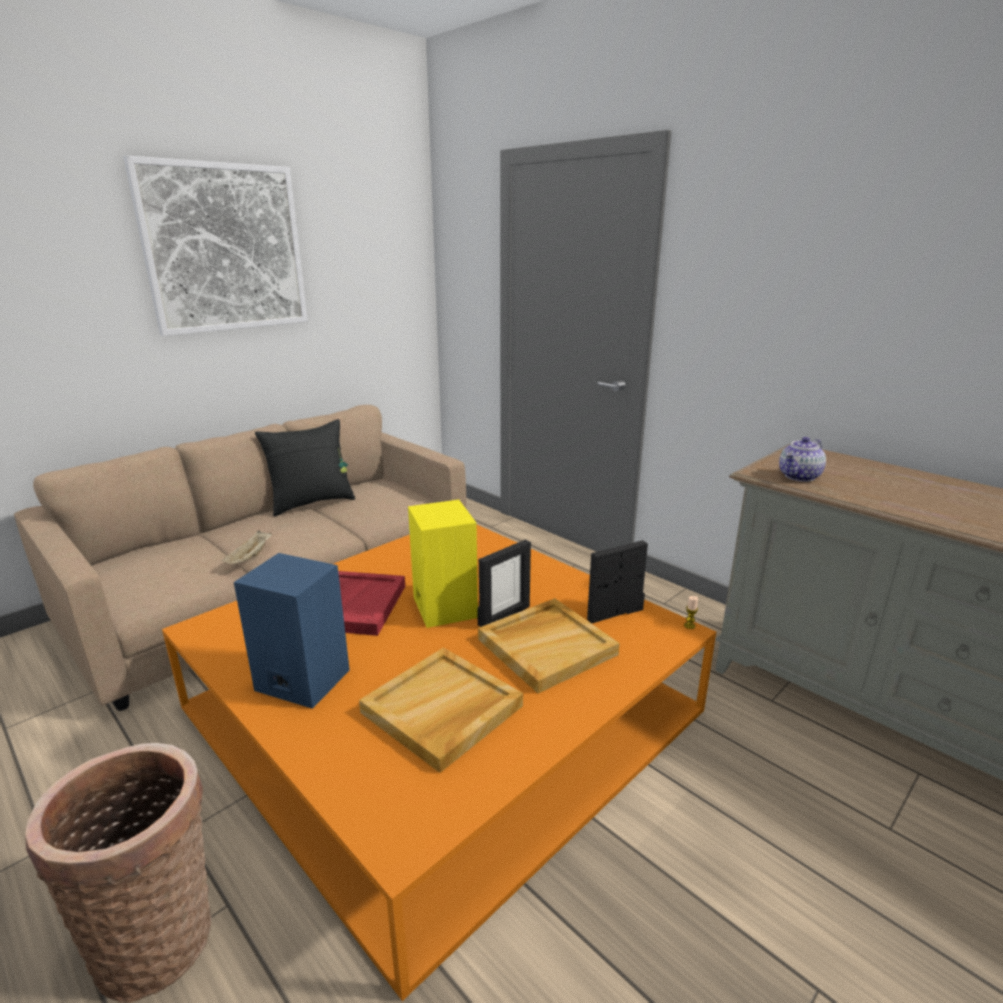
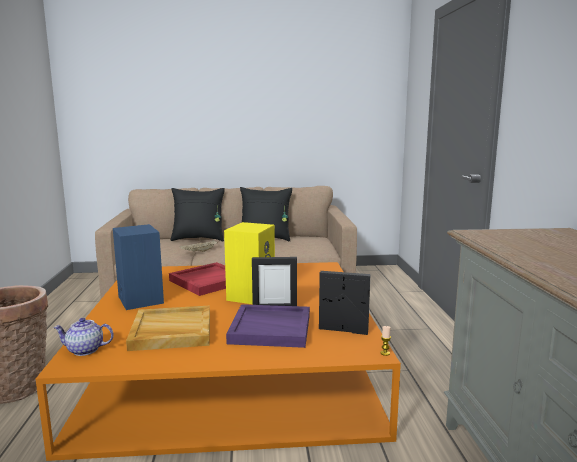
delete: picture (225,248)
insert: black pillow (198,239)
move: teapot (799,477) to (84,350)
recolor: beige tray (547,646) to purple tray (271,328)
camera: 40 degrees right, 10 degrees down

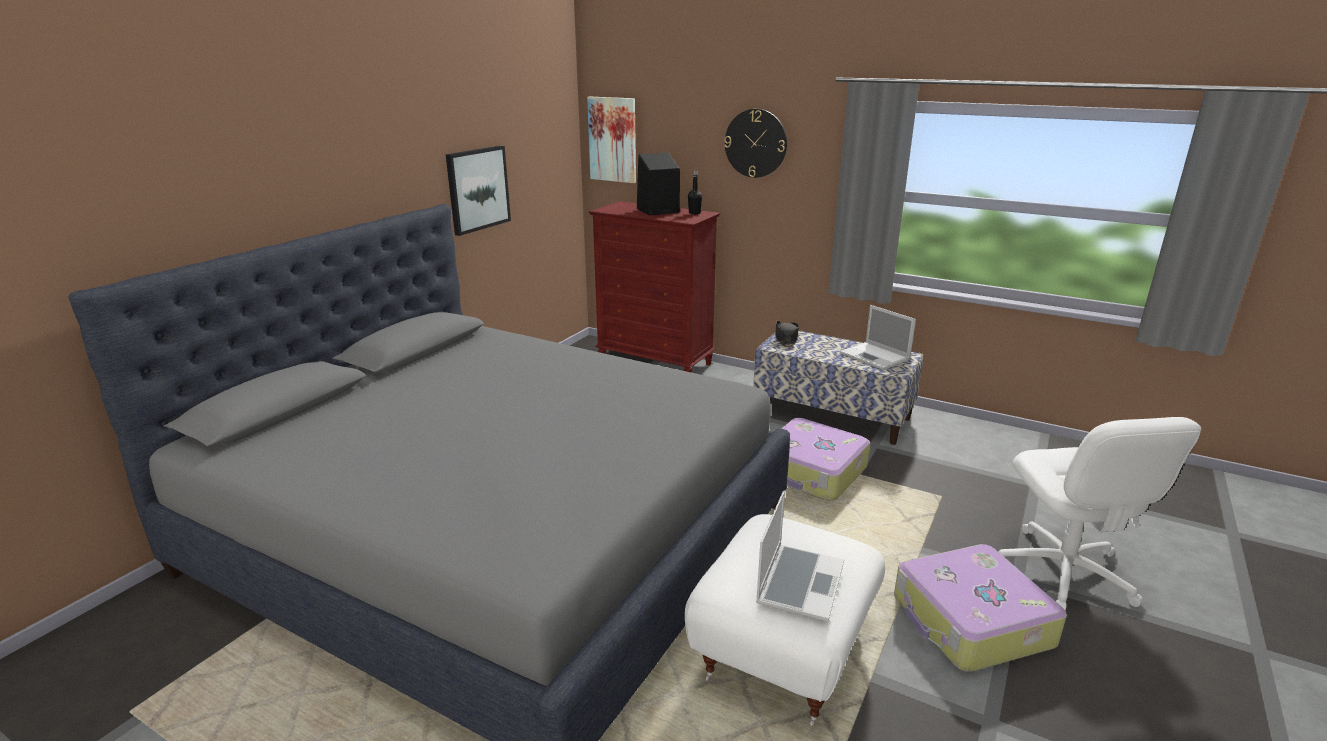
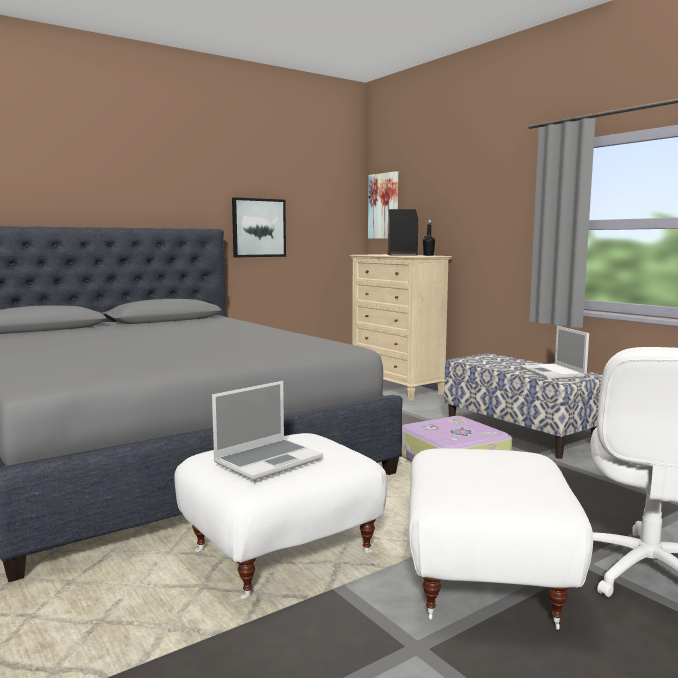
delete: wall clock (755,143); black hat (786,339)
replace: suitcase (970,622) to white ottoman (488,578)
recolor: red dresser (656,362) to beige dresser (397,388)
camera: 25 degrees right, 15 degrees down

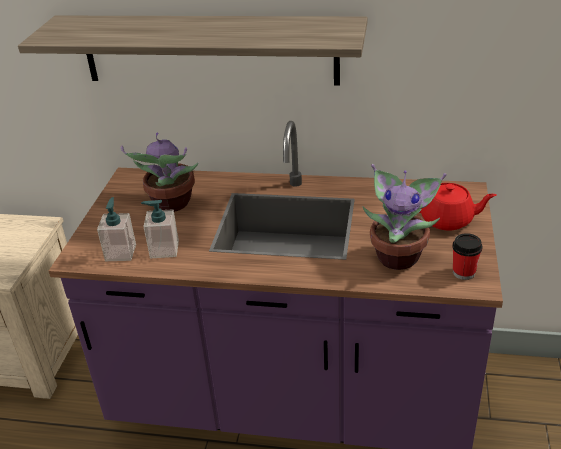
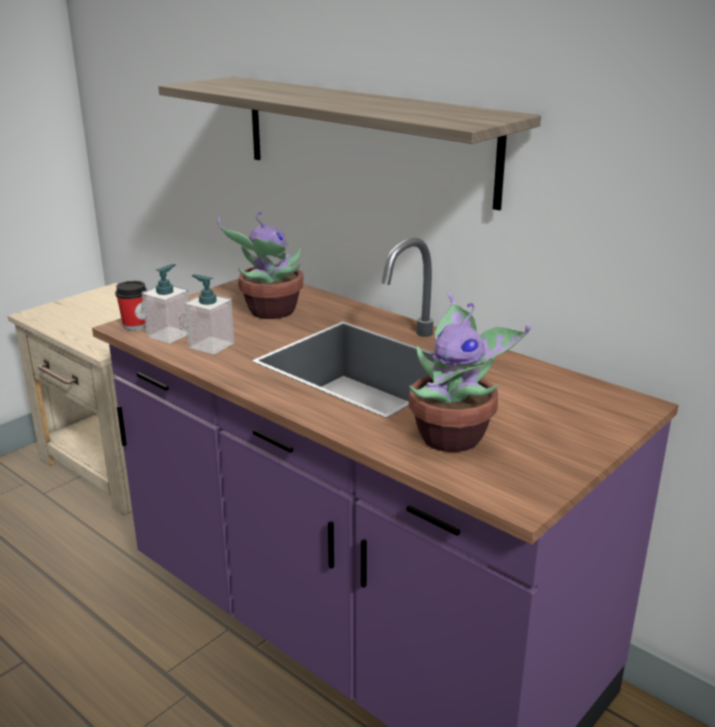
delete: red teapot (448,220)
move: cup (463,272) to (135,326)
camera: 30 degrees right, 10 degrees down

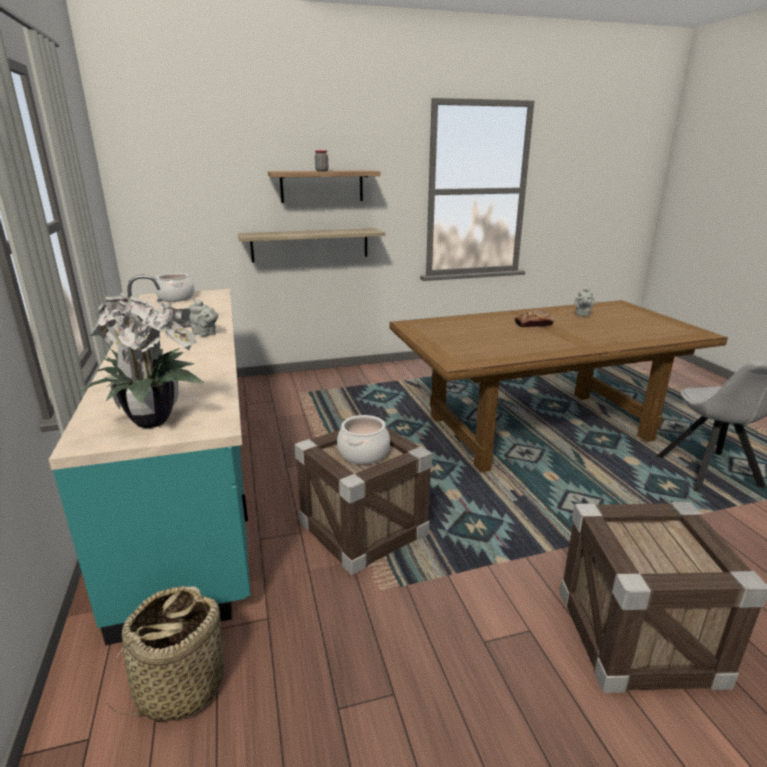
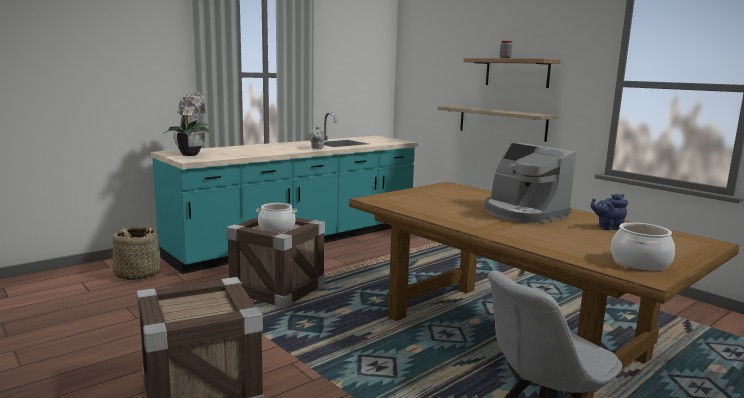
move: cooking pot (176,298) to (640,263)
replace: bread (533,324) to coffee machine (523,213)
recolor: grey teapot (582,314) to blue teapot (607,228)
camera: 65 degrees right, 10 degrees down

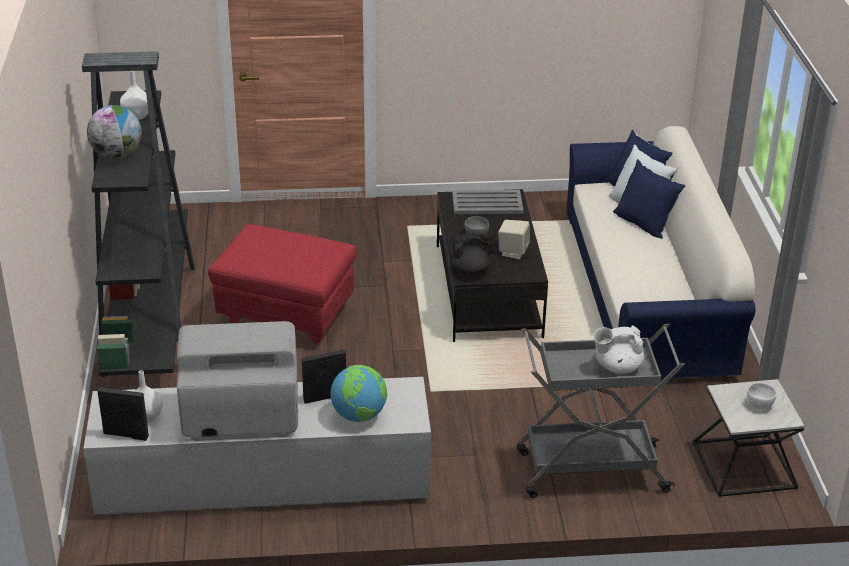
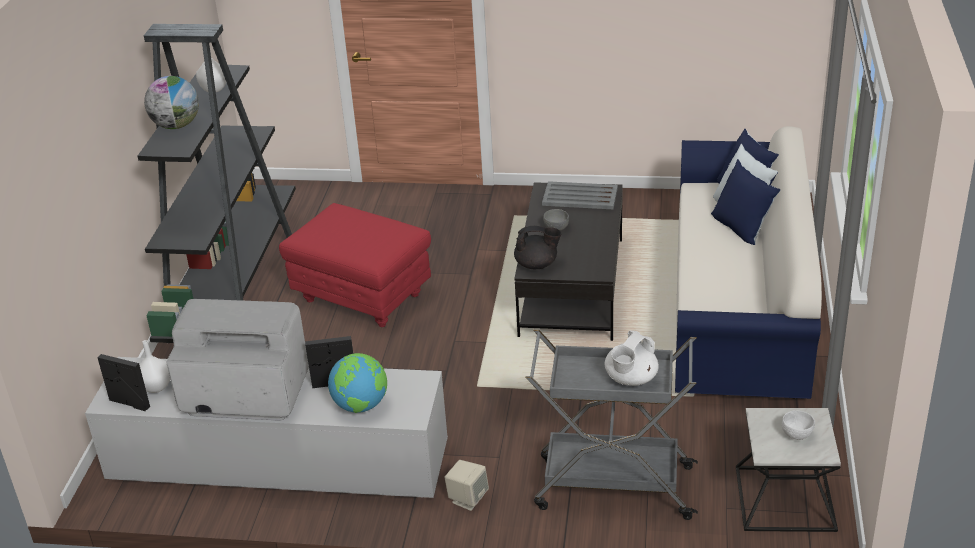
move: beige speaker (513,252) to (467,498)
rotate: white teapot (616,367) = (630,379) 60 degrees counterclockwise
camera: 15 degrees right, 0 degrees up

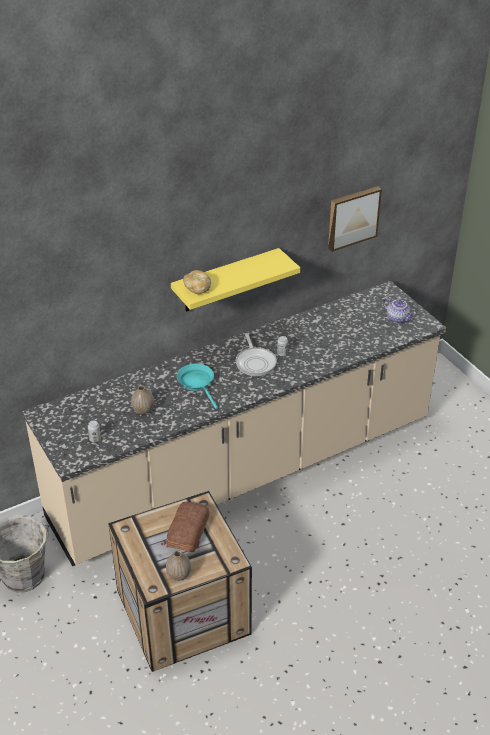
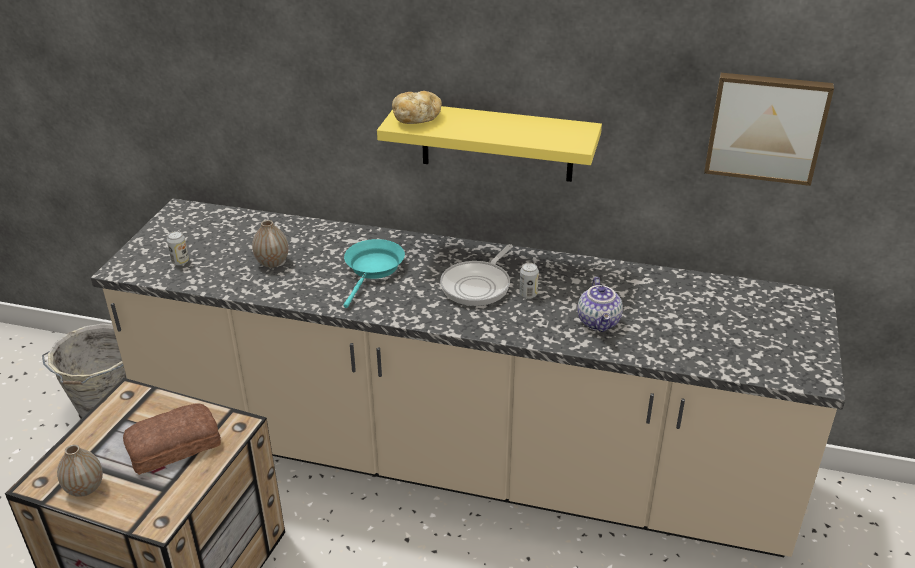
move: teapot (398,318) to (599,322)
camera: 45 degrees right, 5 degrees down

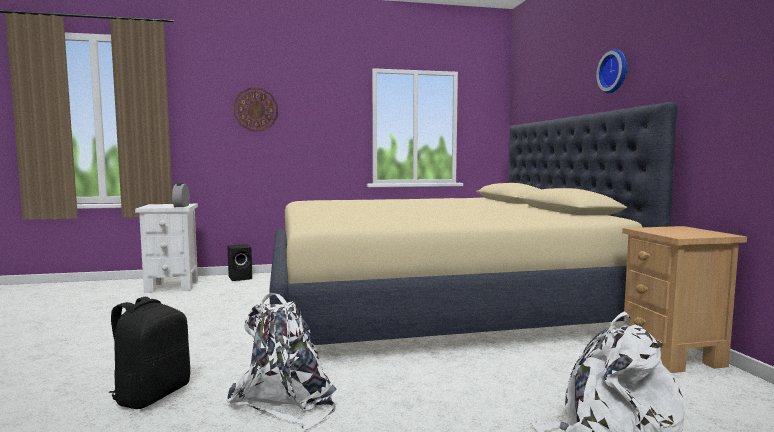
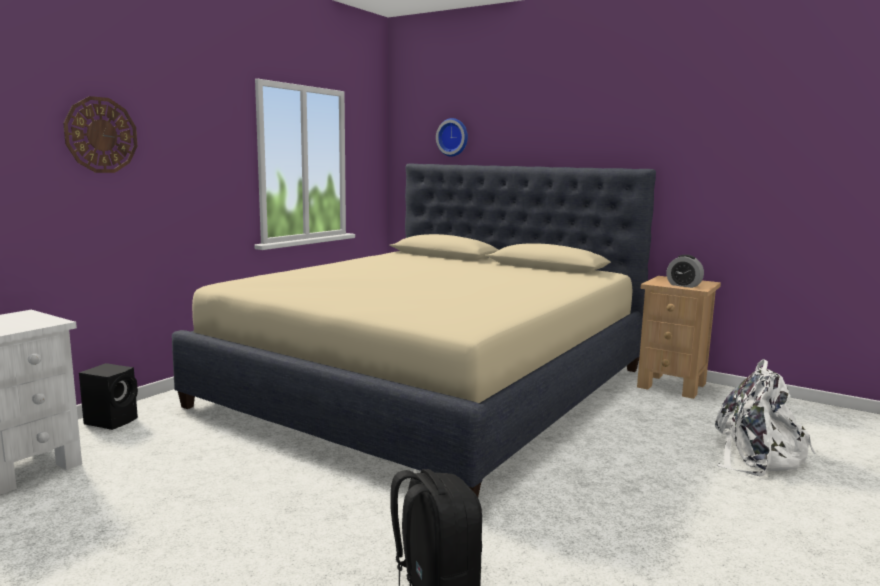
delete: white backpack (287,400)
move: alarm clock (181,206) to (683,285); wall clock (615,71) to (453,137)
camera: 45 degrees left, 5 degrees up

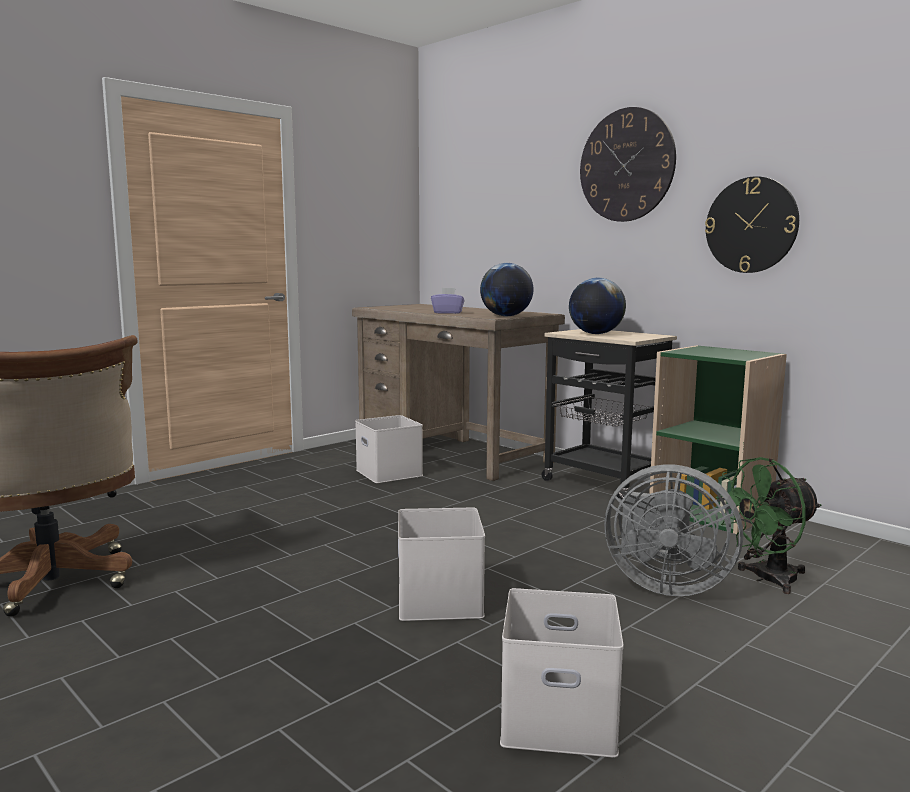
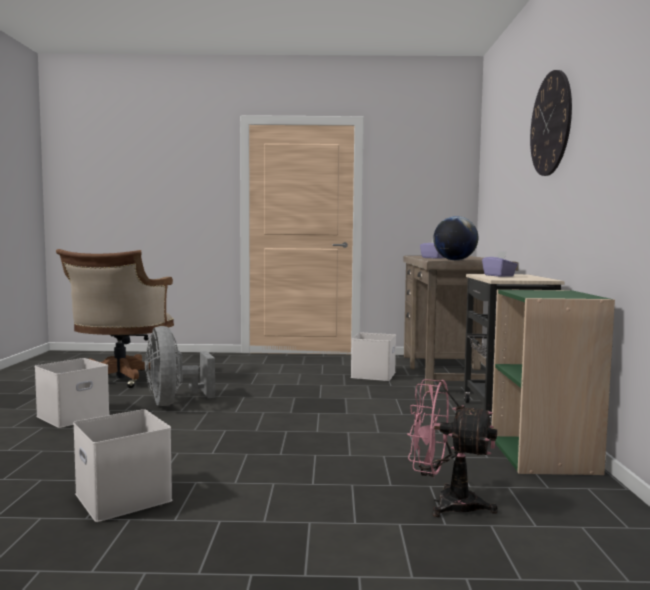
delete: wall clock (751,225)
move: white storage box (437,599) to (73,415); grey fan (664,585) to (173,402)
replace: globe (596,334) to purple tissue box (499,276)
recolor: green fan (766,579) to pink fan (446,503)
camera: 45 degrees right, 5 degrees down

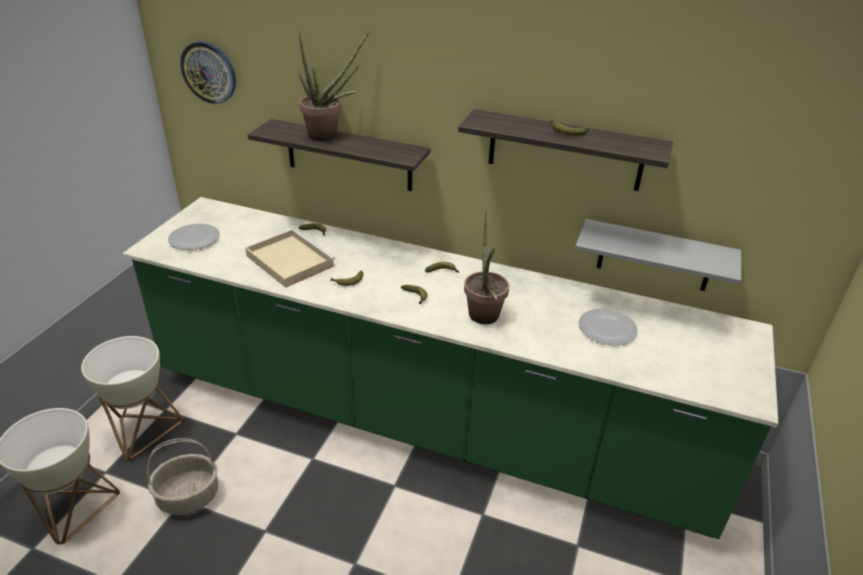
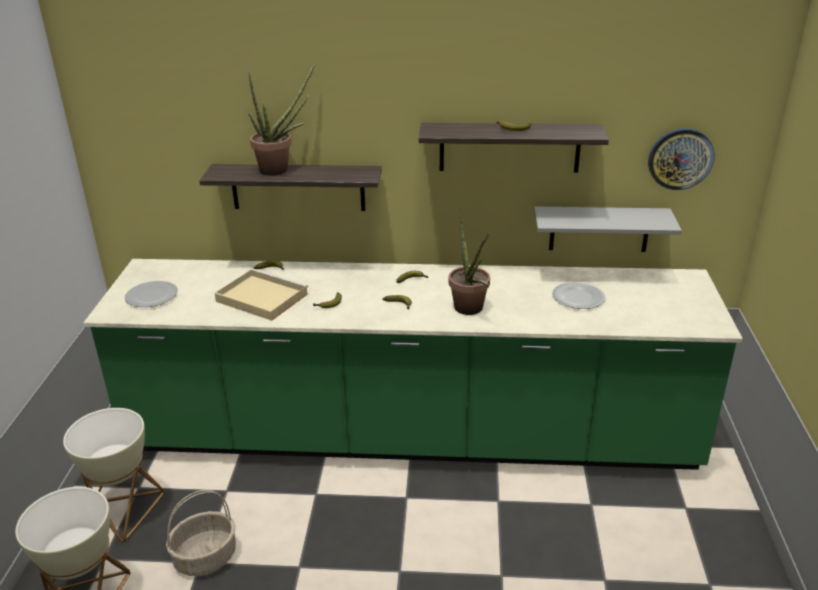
move: wall clock (209,72) to (680,158)
camera: 15 degrees left, 5 degrees down

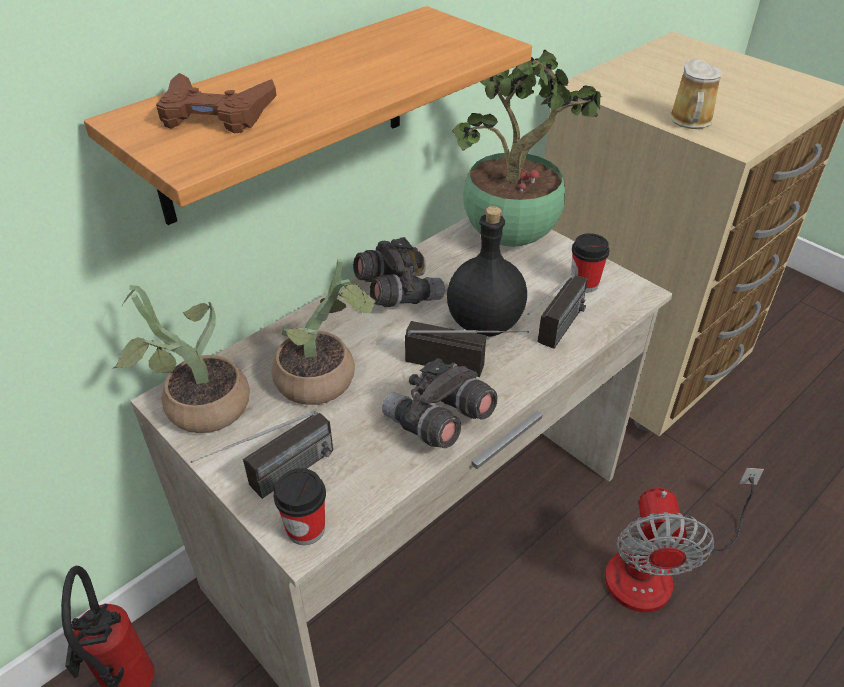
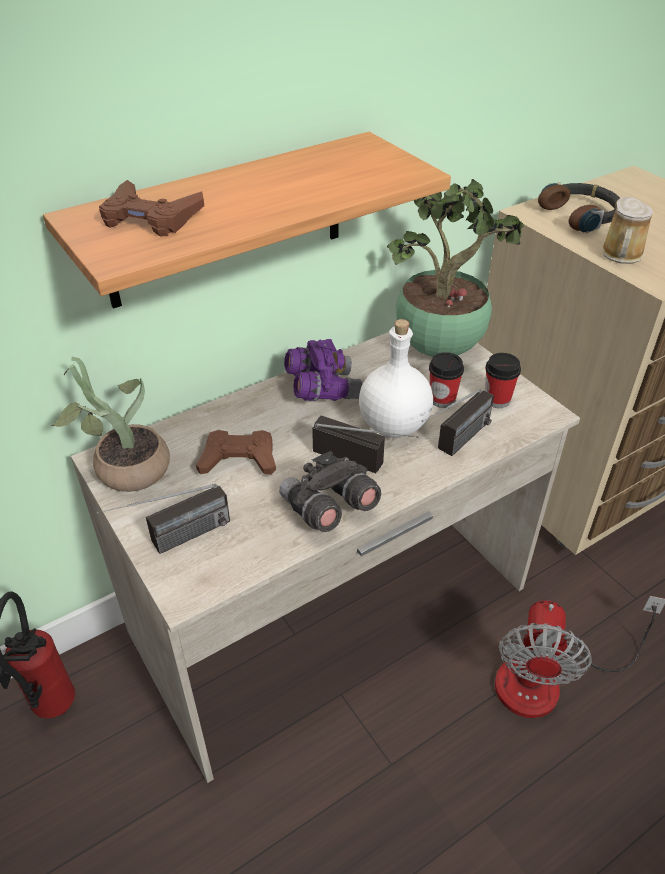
insert: headphones (581,215)
move: cup (306,528) to (442,399)
replace: potted plant (326,380) to brown game controller (239,459)
recolor: grey binoculars (397,293) to purple binoculars (322,389); black bottle (485,324) to white bottle (394,426)
camera: 10 degrees right, 0 degrees up

